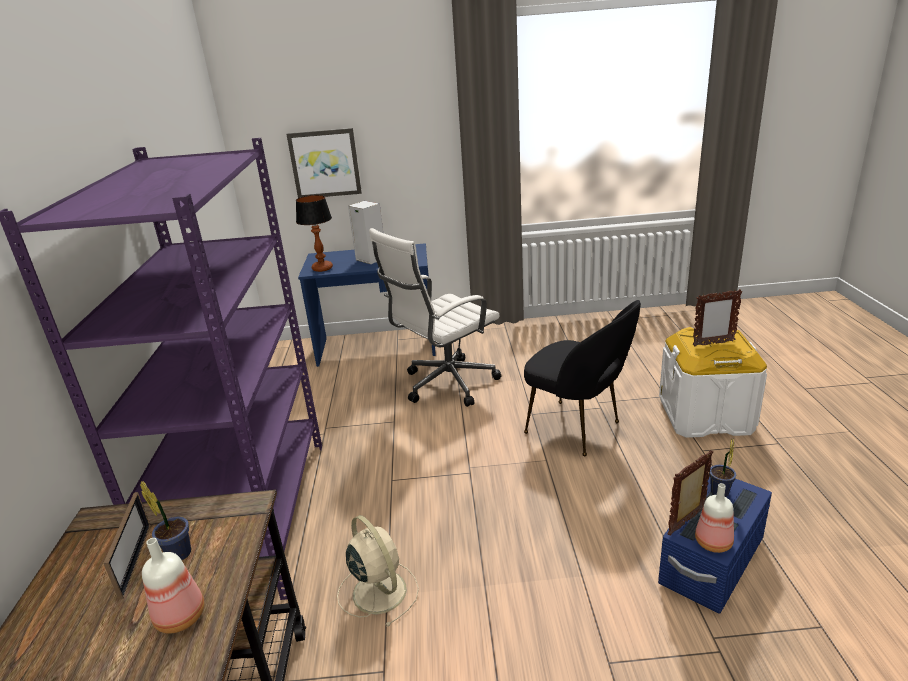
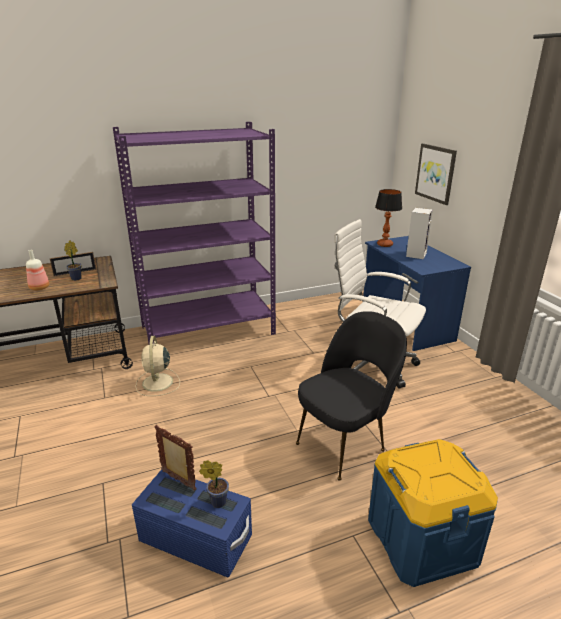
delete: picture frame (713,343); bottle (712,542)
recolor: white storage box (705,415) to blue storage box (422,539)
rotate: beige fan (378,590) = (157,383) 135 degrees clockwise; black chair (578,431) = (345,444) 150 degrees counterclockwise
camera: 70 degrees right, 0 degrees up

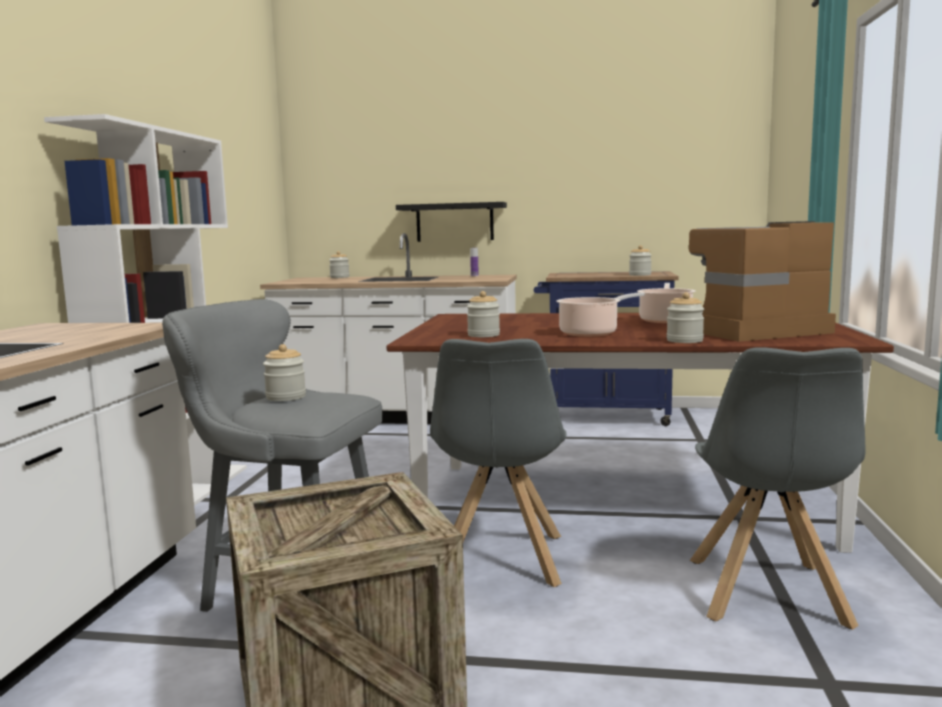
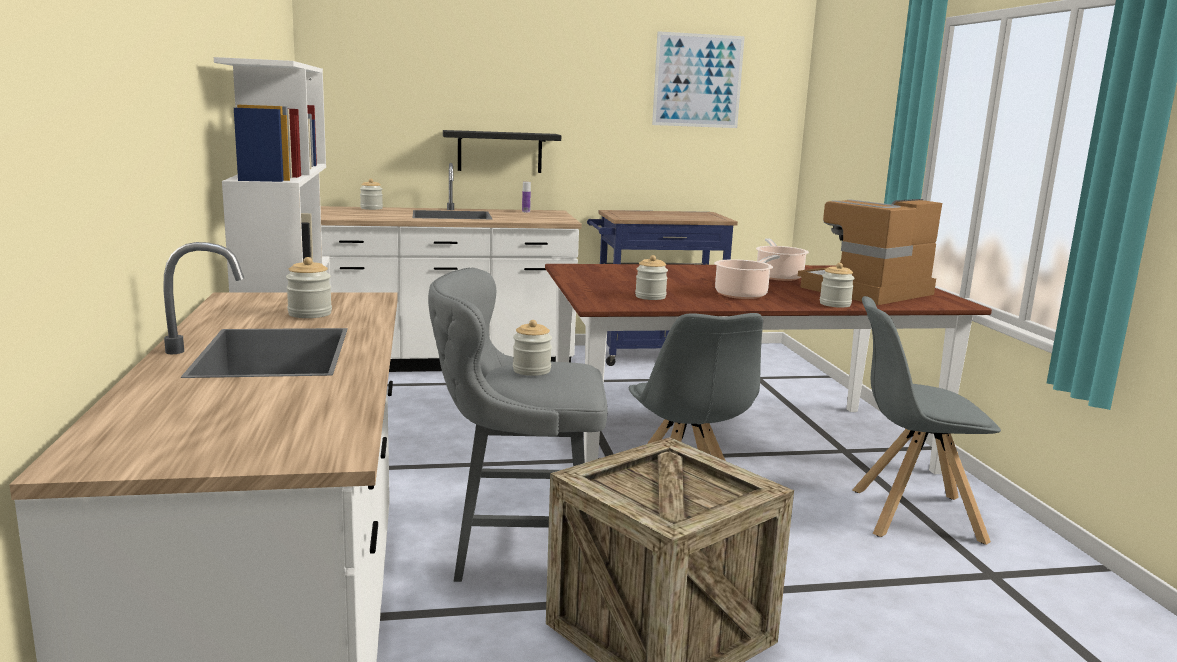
insert: picture (697,80)
move: jar (640,275) to (310,314)
rotate: grey chair (768,596) = (909,515) 105 degrees clockwise
camera: 20 degrees left, 5 degrees up

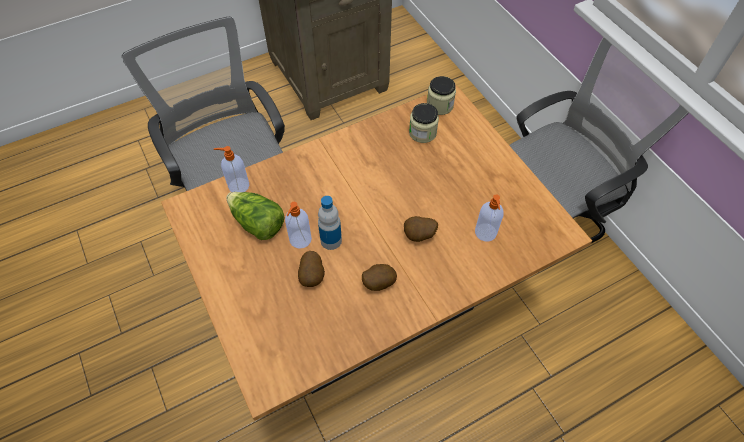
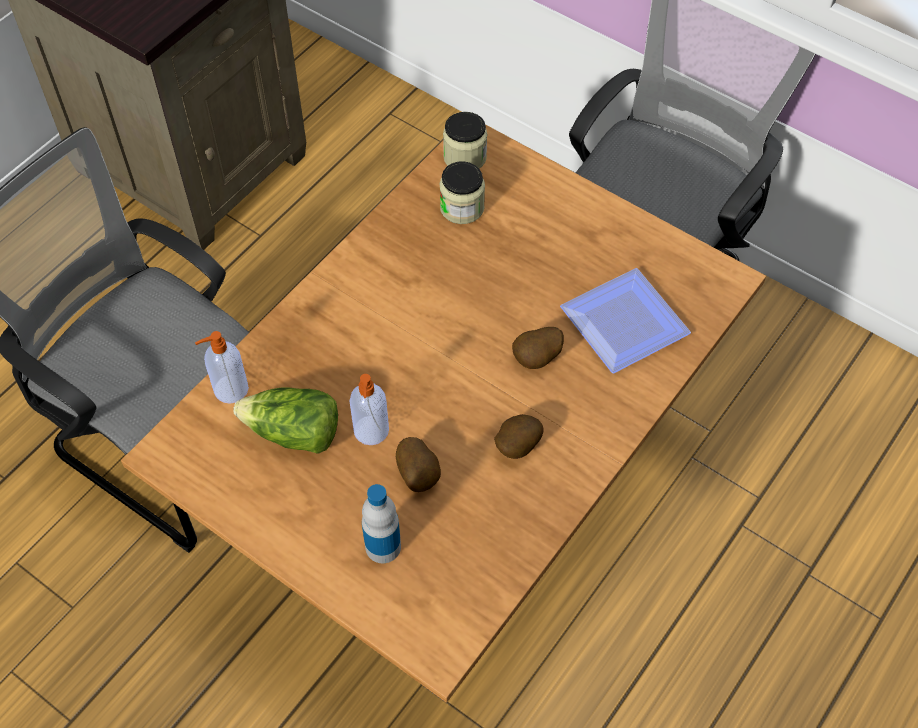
move: bottle (331,240) to (383,546)
replace: soap dispenser (486,233) to plate (625,319)
camera: 25 degrees left, 0 degrees up

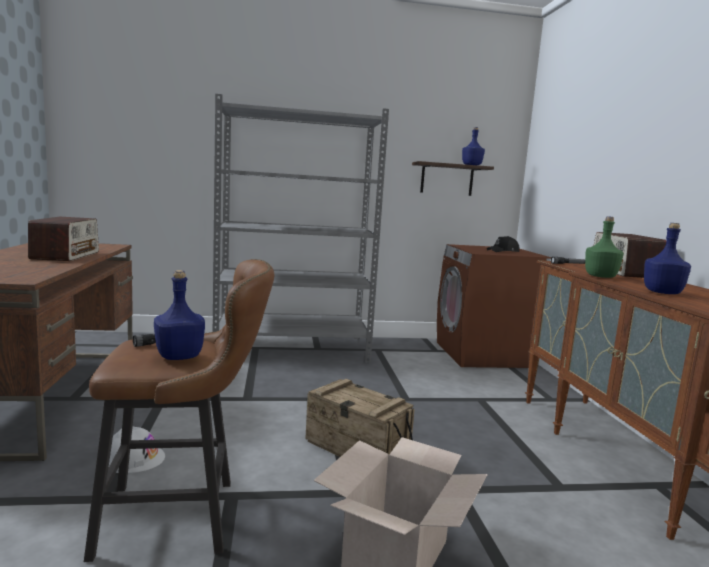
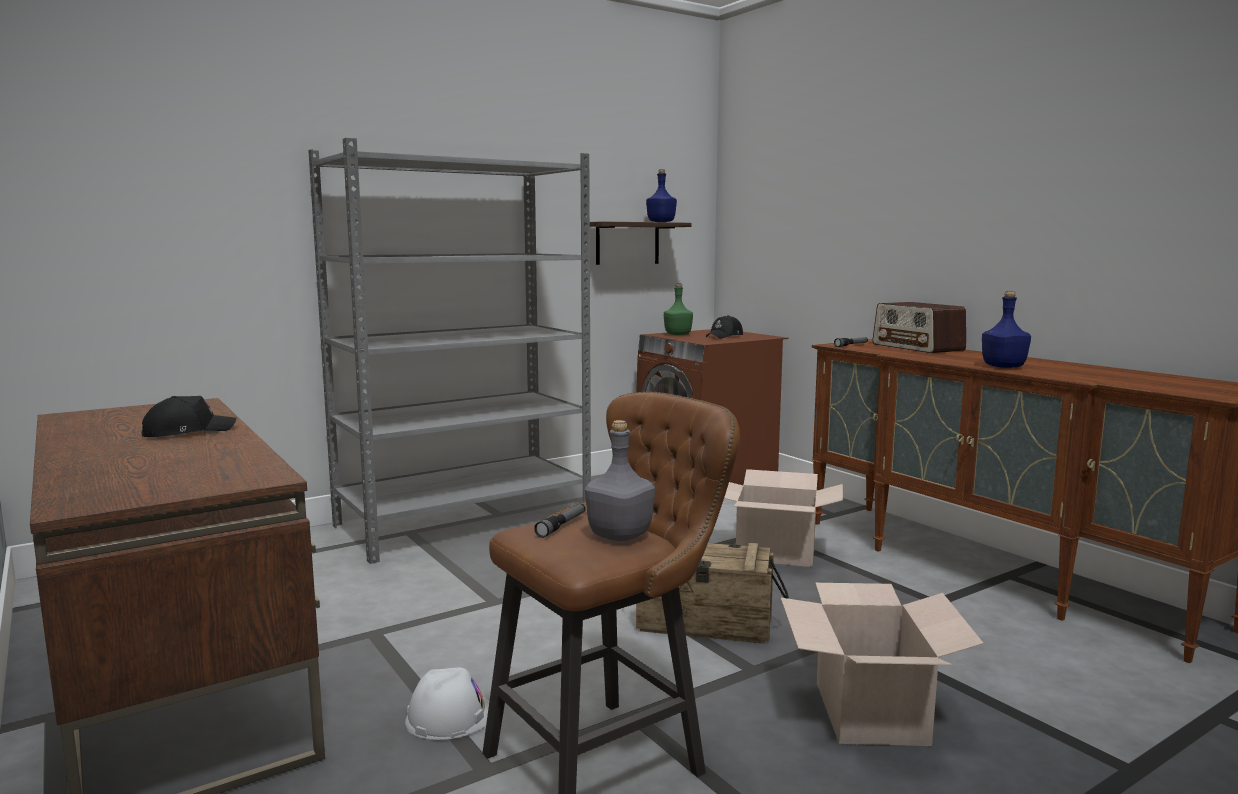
insert: cardboard box (776,552)
move: green bottle (600,276) to (678,335)
replace: radio (66,255) to black cap (187,431)
recolor: blue bottle (180,356) to grey bottle (620,535)
camera: 25 degrees left, 0 degrees up

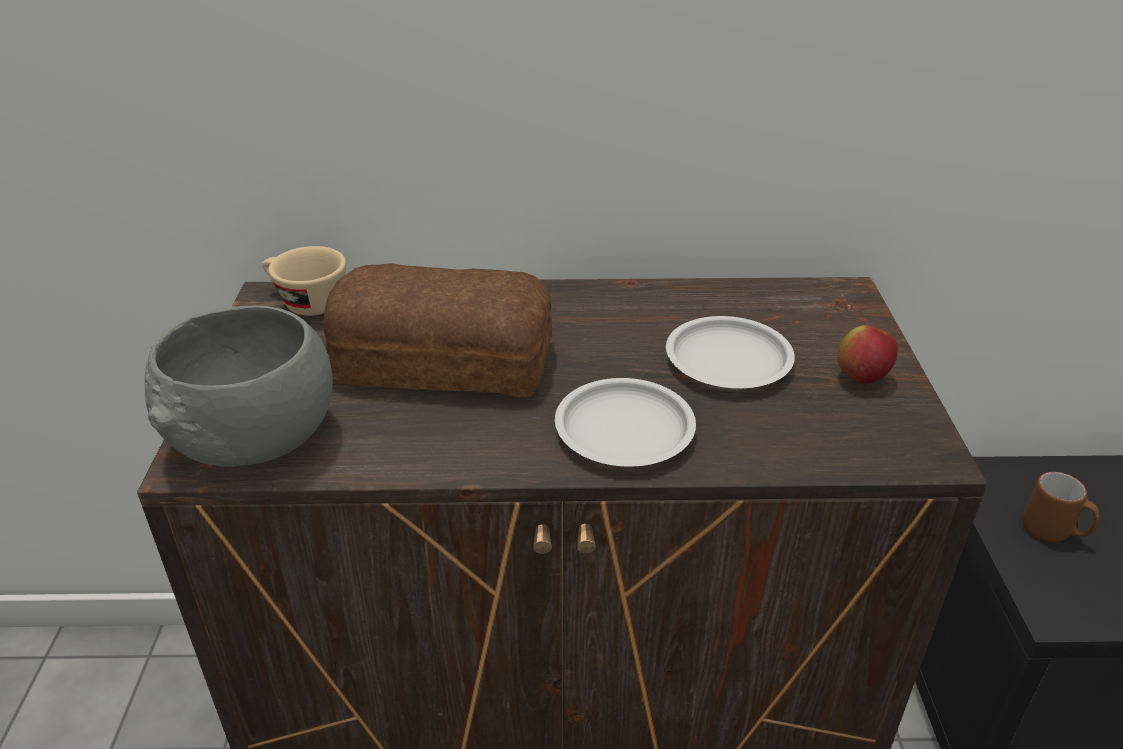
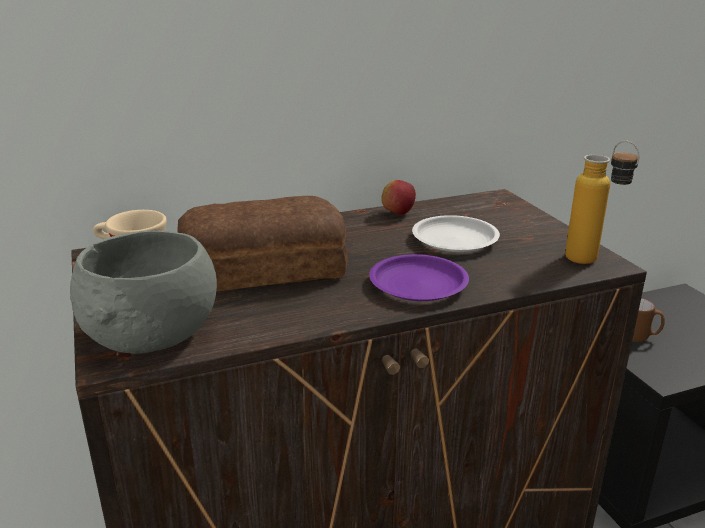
insert: bottle (591,263)
move: apple (861,377) to (398,213)
recolor: white plate (625,431) to purple plate (419,284)
camera: 20 degrees left, 10 degrees down

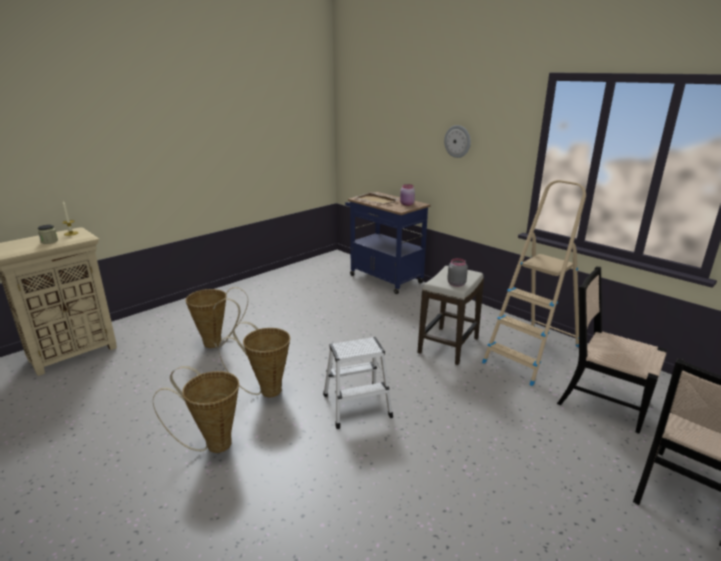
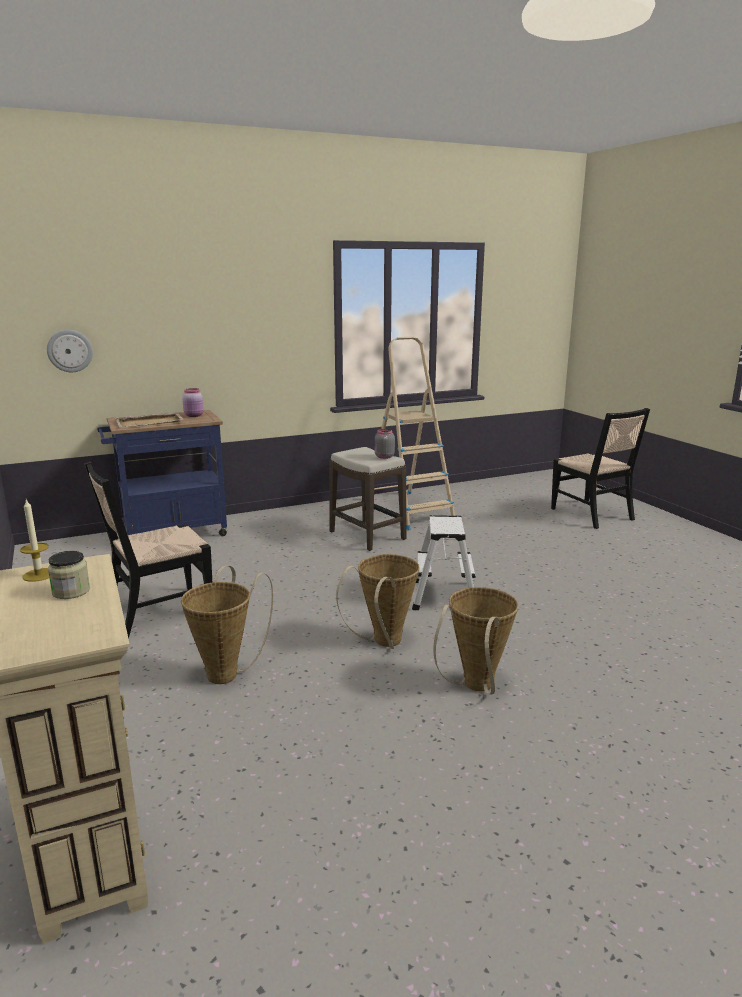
move: wall clock (457,141) to (70,351); chair (603,403) to (159,612)
camera: 70 degrees left, 5 degrees down

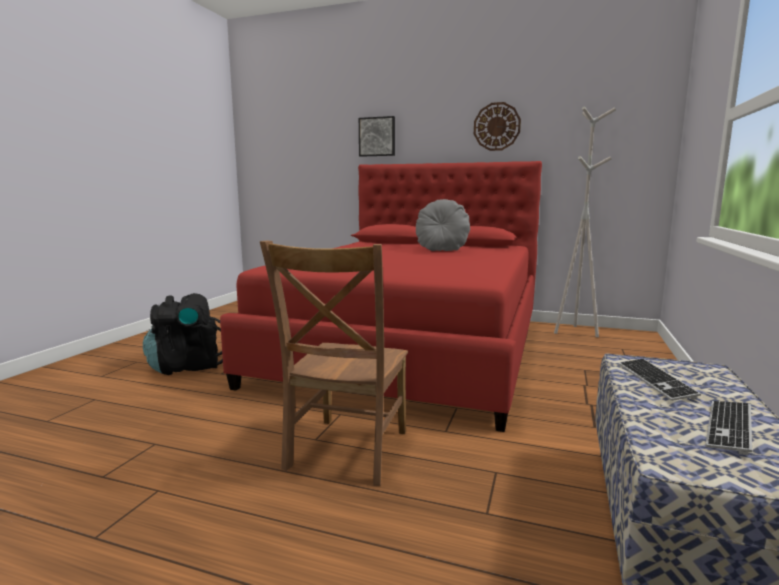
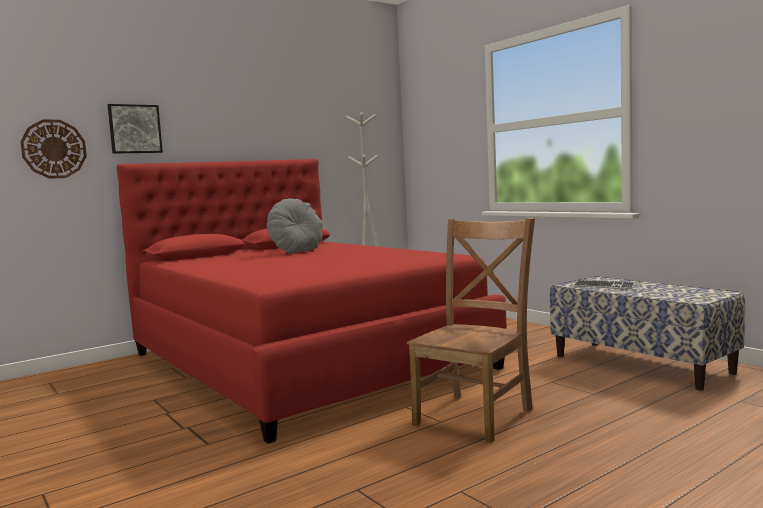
delete: black backpack (188,366); keyboard (729,427)
move: wall clock (496,126) to (54,149)
rotate: brown chair (345,452) = (476,415) 105 degrees counterclockwise
camera: 55 degrees left, 5 degrees down

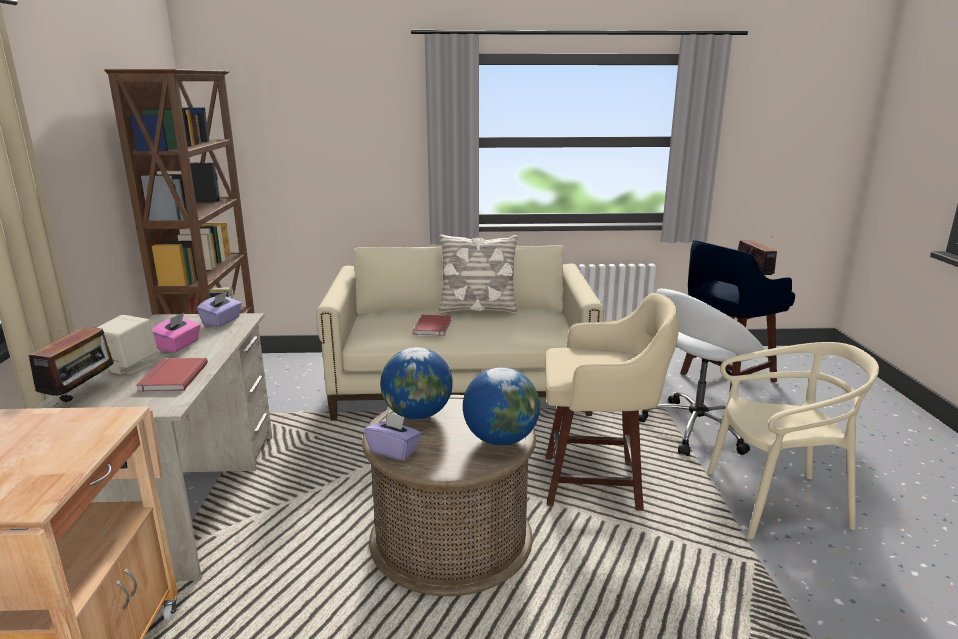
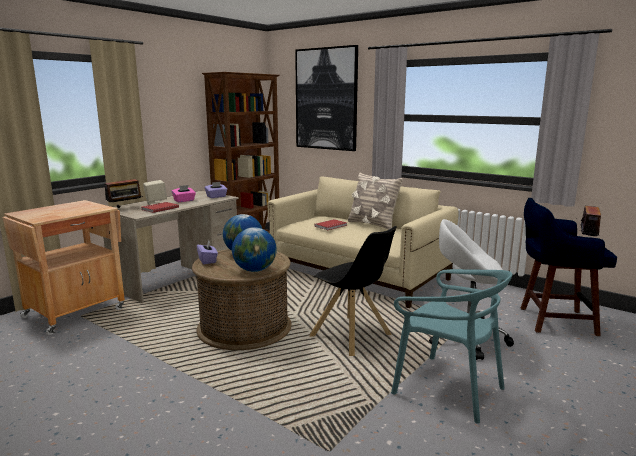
insert: picture (326,99)
replace: beige stool (597,483) to black chair (352,336)
recolor: beige chair (776,502) to turquoise chair (448,388)
camera: 40 degrees right, 5 degrees down

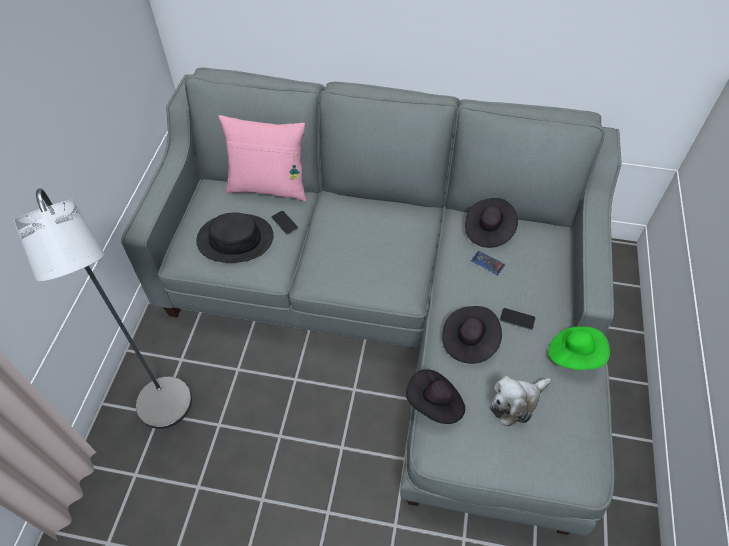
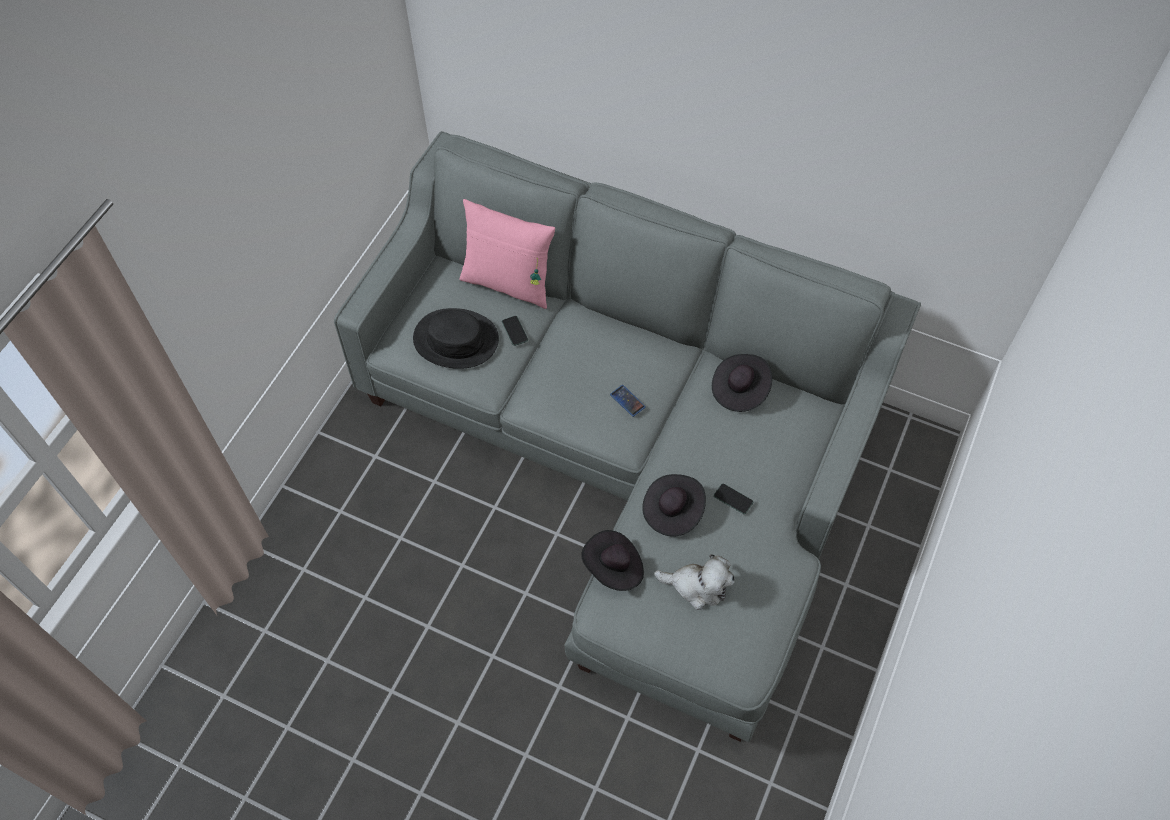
delete: grey floor lamp (168,412); green hat (574,355)
move: phone (487,263) to (627,401)
rotate: plush toy (516,402) = (697,586) 150 degrees counterclockwise
camera: 15 degrees right, 5 degrees up

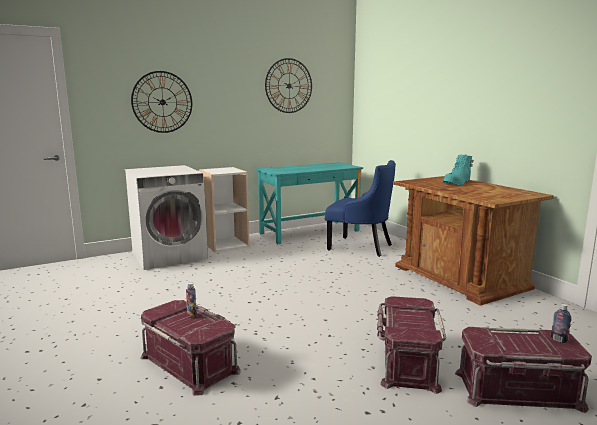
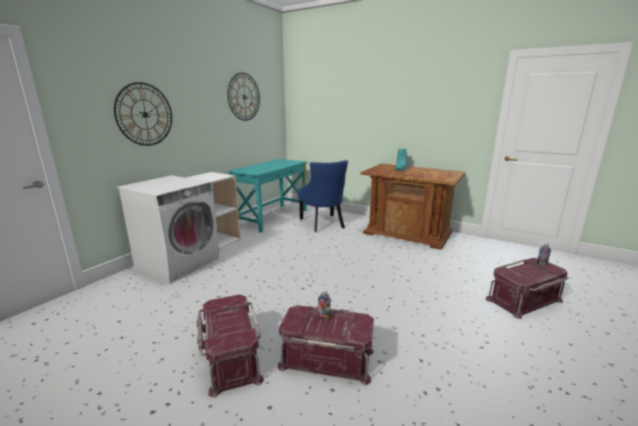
move: red storage box (406,360) to (230,356)
rotate: blue chair (359,247) = (322,223) 75 degrees clockwise
camera: 30 degrees left, 5 degrees up

